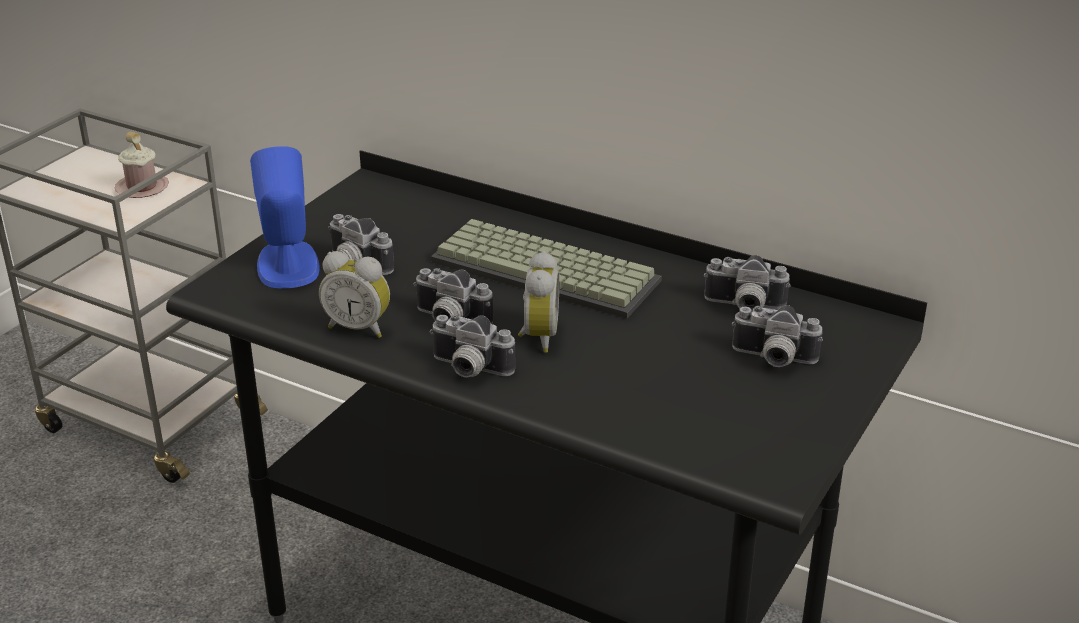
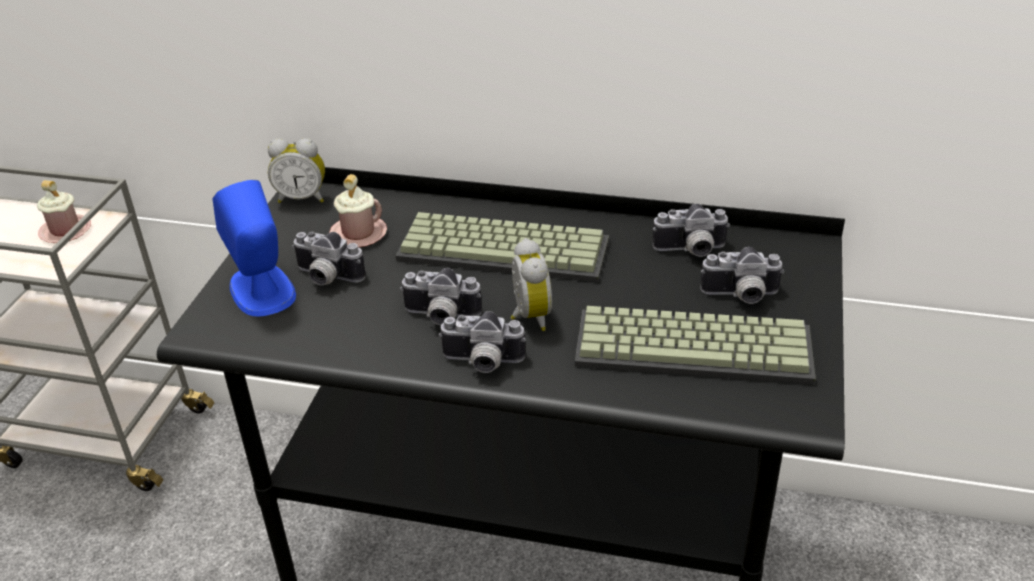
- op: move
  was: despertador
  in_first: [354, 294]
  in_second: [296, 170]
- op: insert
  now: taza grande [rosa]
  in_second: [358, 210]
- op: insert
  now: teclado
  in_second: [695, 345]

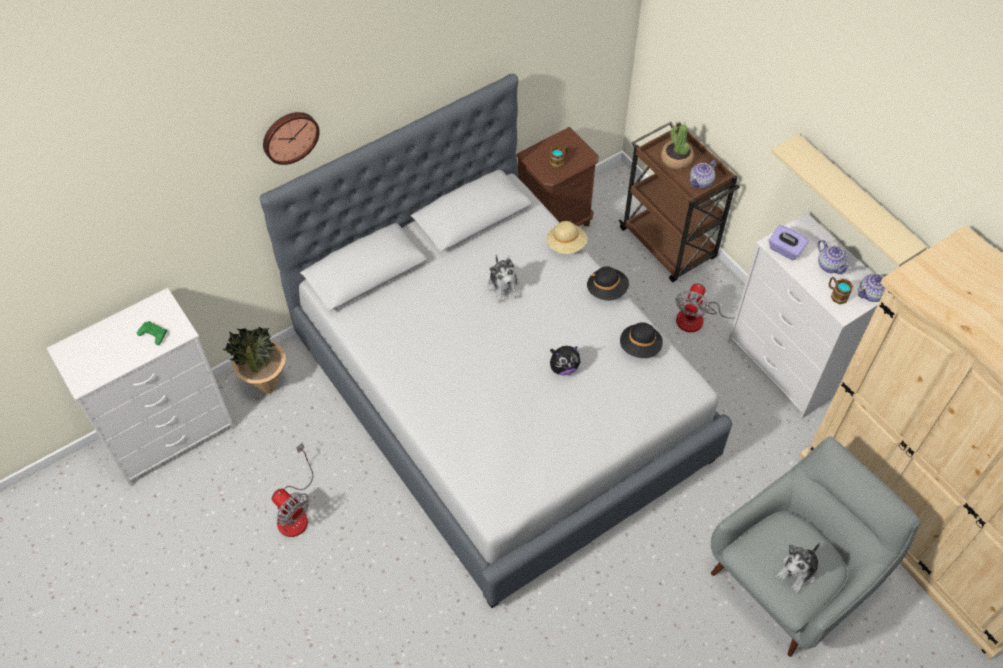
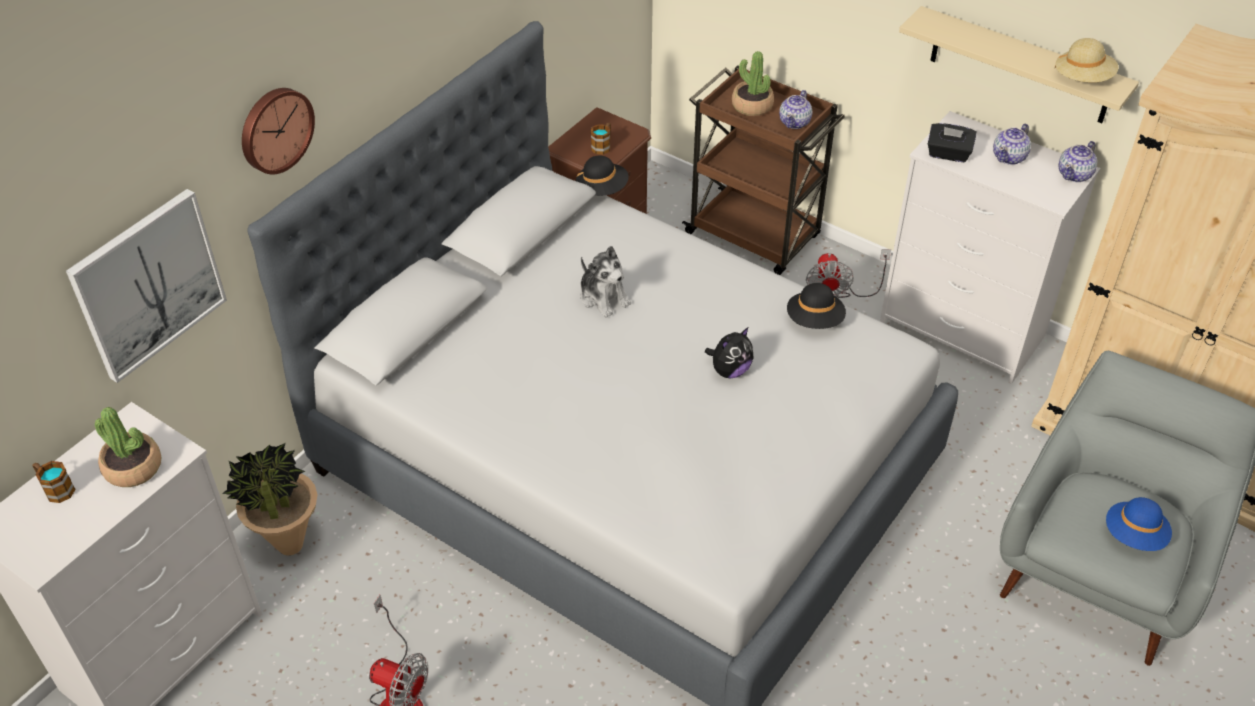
- op: replace
  was: mando de consola [verde]
  now: planta en maceta
  in_first: [152, 333]
  in_second: [128, 447]
- op: move
  was: sombrero [beis]
  in_first: [567, 237]
  in_second: [1087, 60]
- op: move
  was: sombrero [negro]
  in_first: [608, 283]
  in_second: [602, 175]
- op: recolor
  was: caja de pañuelos [morado]
  now: caja de pañuelos [negro]
  in_first: [789, 242]
  in_second: [952, 142]
- op: replace
  was: peluche
  now: sombrero [azul]
  in_first: [798, 568]
  in_second: [1139, 524]
- op: rotate
  was: tetera
  in_first: [834, 257]
  in_second: [1012, 144]
  clockwise: 90
- op: move
  was: taza grande
  in_first: [840, 290]
  in_second: [54, 482]
- op: insert
  now: cuadro
  in_second: [146, 286]

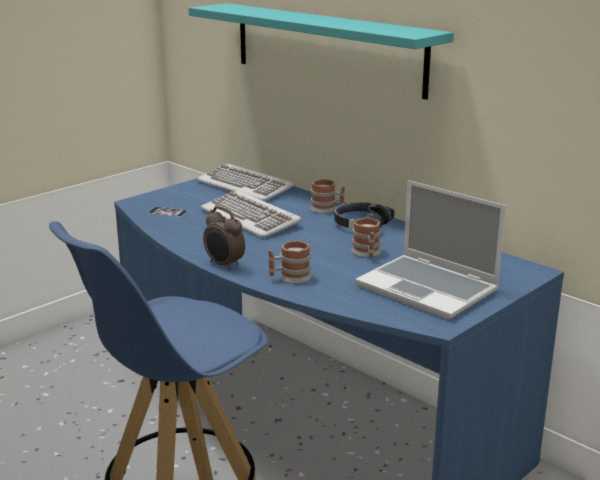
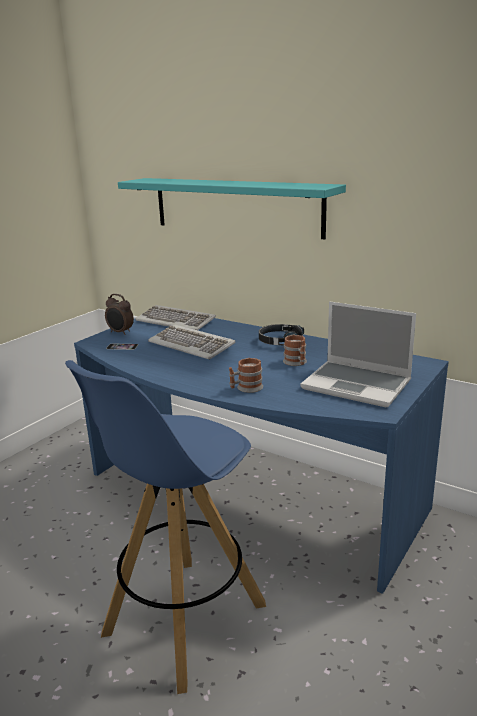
- op: move
  was: despertador
  in_first: [224, 238]
  in_second: [119, 314]
- op: delete
  was: taza grande
  in_first: [327, 196]

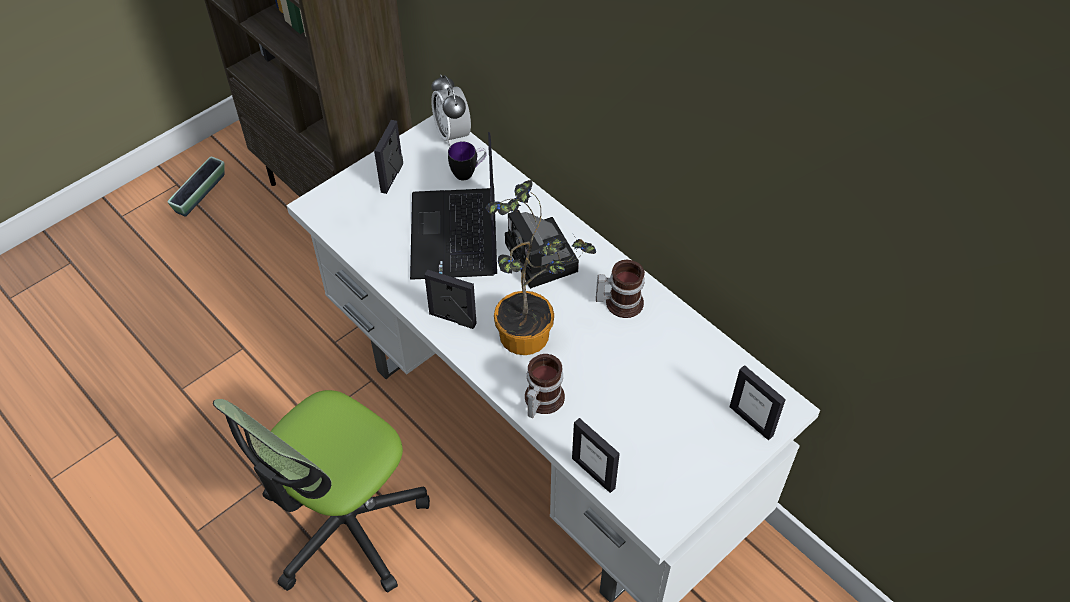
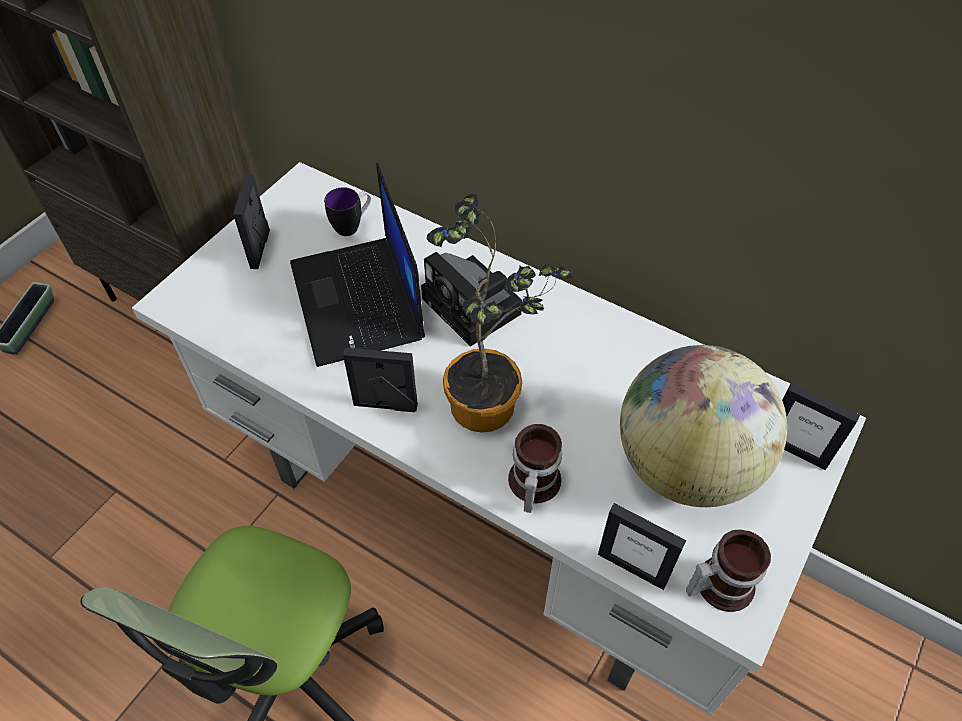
- op: delete
  was: despertador
  in_first: [451, 110]
- op: move
  was: taza grande
  in_first: [620, 289]
  in_second: [728, 571]
- op: insert
  now: globo terráqueo
  in_second: [703, 426]

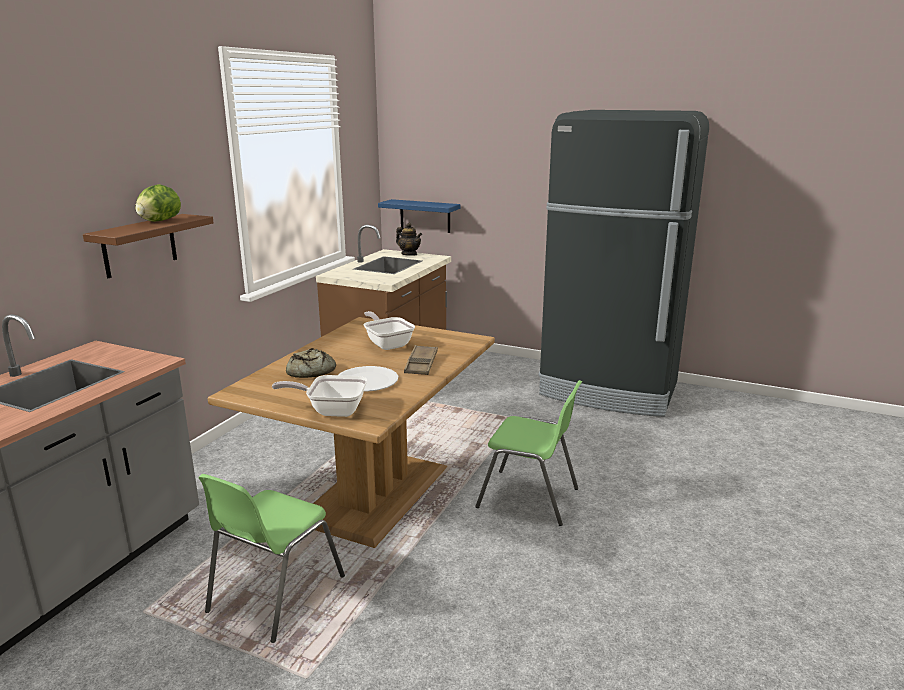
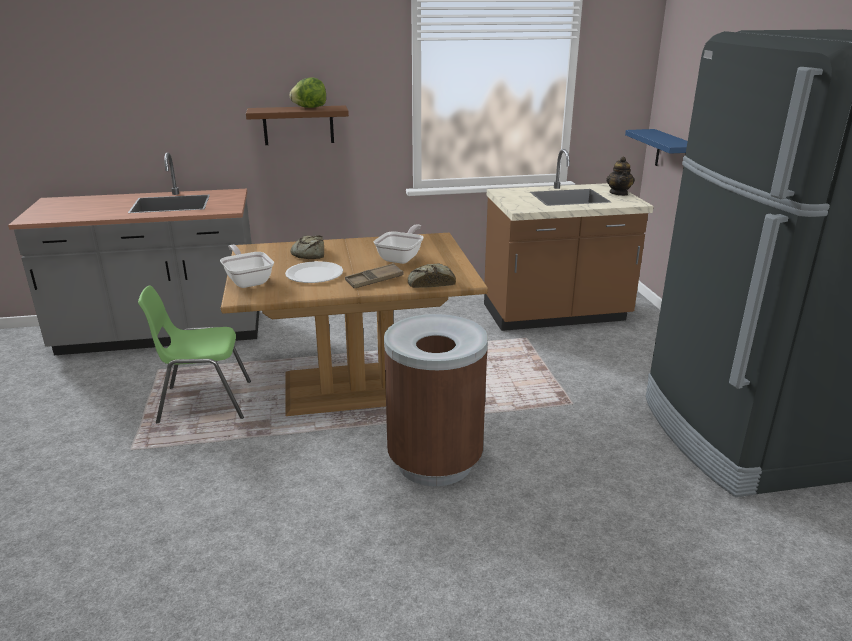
- op: replace
  was: silla [verde]
  now: papelera [marrón]
  in_first: [528, 453]
  in_second: [436, 400]
- op: insert
  now: pan
  in_second: [432, 275]

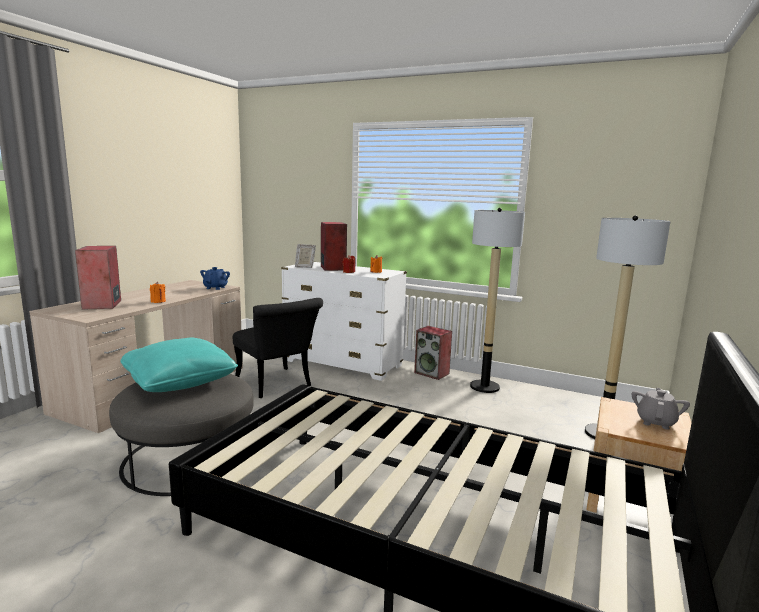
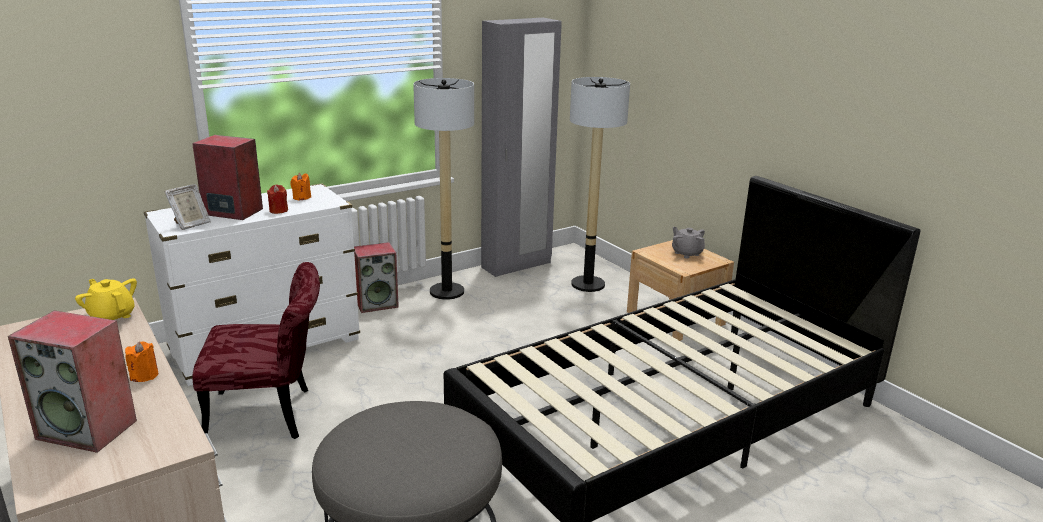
- op: delete
  was: cojín [turquesa]
  in_first: [179, 364]
- op: recolor
  was: tetera [azul]
  now: tetera [amarillo]
  in_first: [215, 278]
  in_second: [106, 299]
- op: recolor
  was: silla [negro]
  now: silla [rojo]
  in_first: [278, 348]
  in_second: [256, 350]
- op: insert
  now: armario ropero [gris]
  in_second: [521, 147]

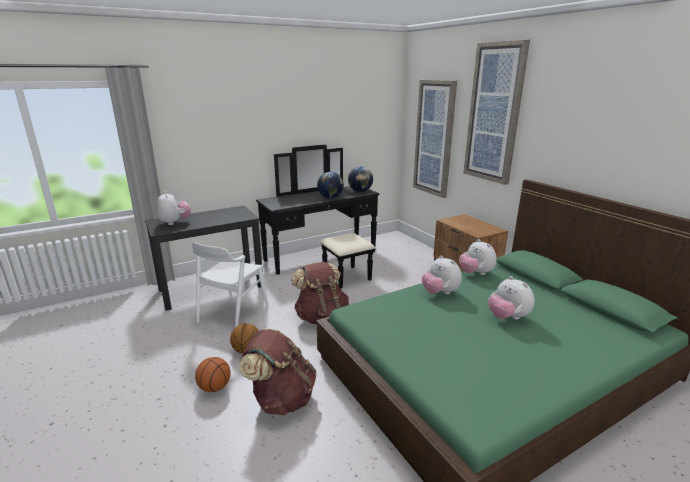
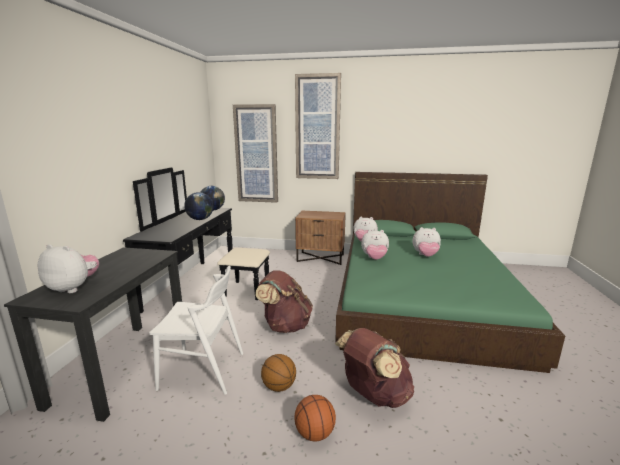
- op: rotate
  was: silla [blanco]
  in_first: [230, 285]
  in_second: [196, 330]
  clockwise: -60

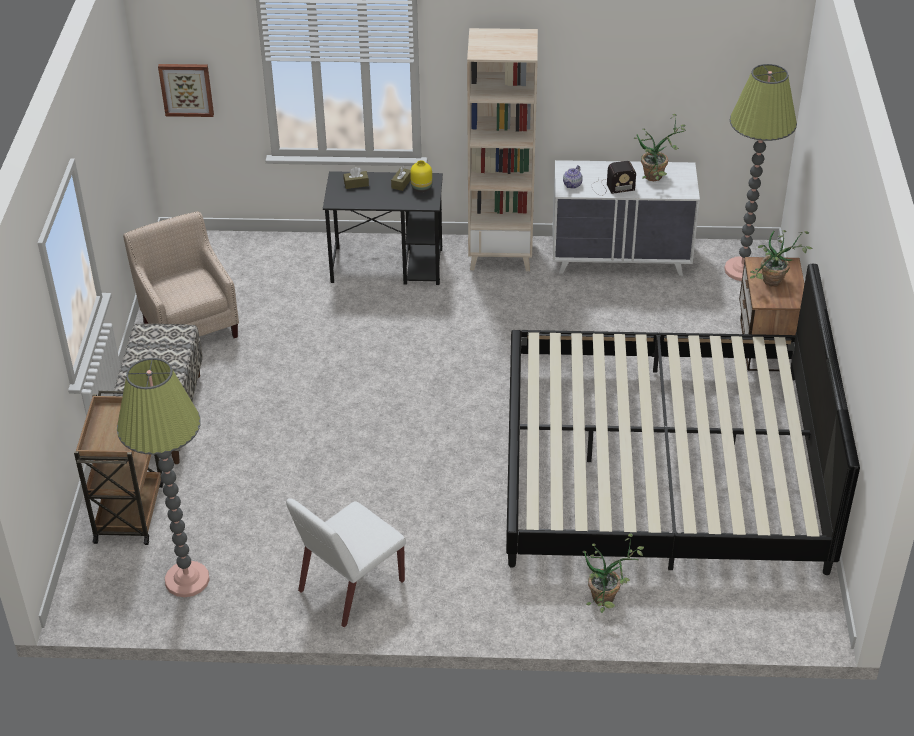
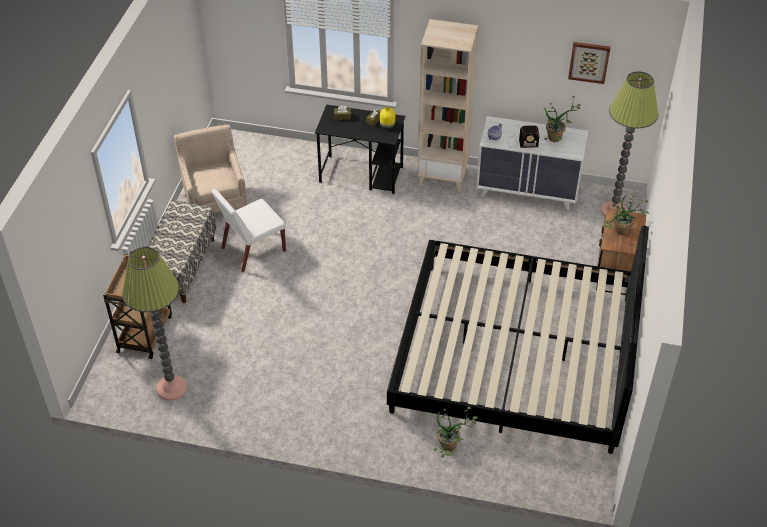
- op: move
  was: cuadro
  in_first: [186, 90]
  in_second: [589, 63]
- op: move
  was: silla [blanco]
  in_first: [346, 562]
  in_second: [249, 230]

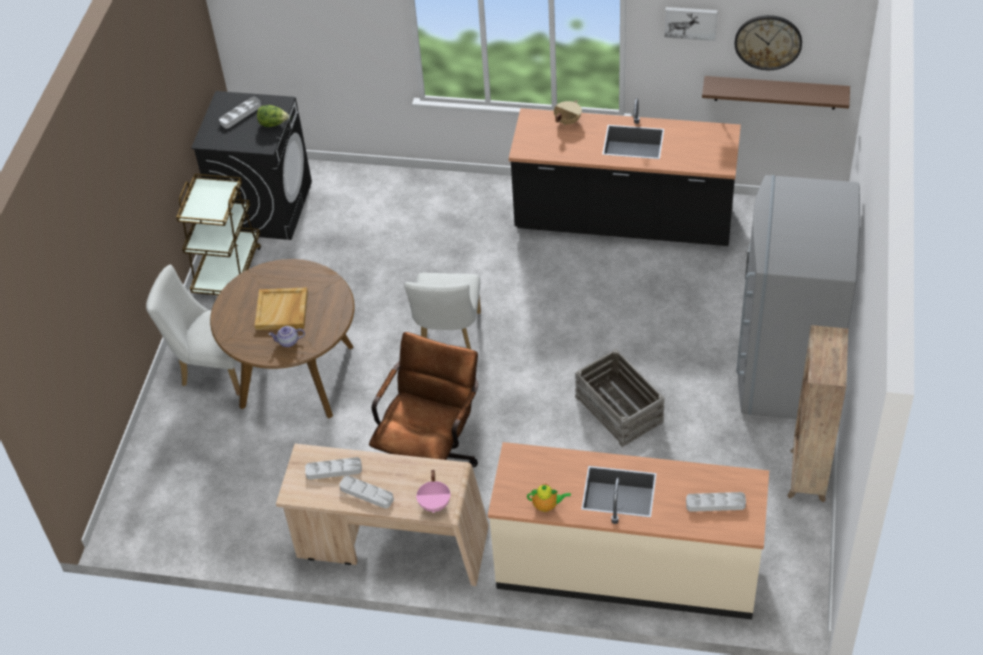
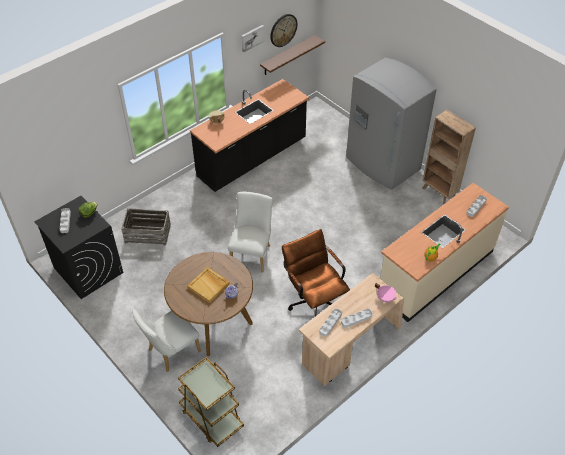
- op: move
  was: carrito [marrón]
  in_first: [218, 234]
  in_second: [211, 402]
- op: rotate
  was: silla [blanco]
  in_first: [442, 311]
  in_second: [250, 232]
  clockwise: -120
- op: move
  was: caja de embalaje
  in_first: [620, 398]
  in_second: [146, 226]

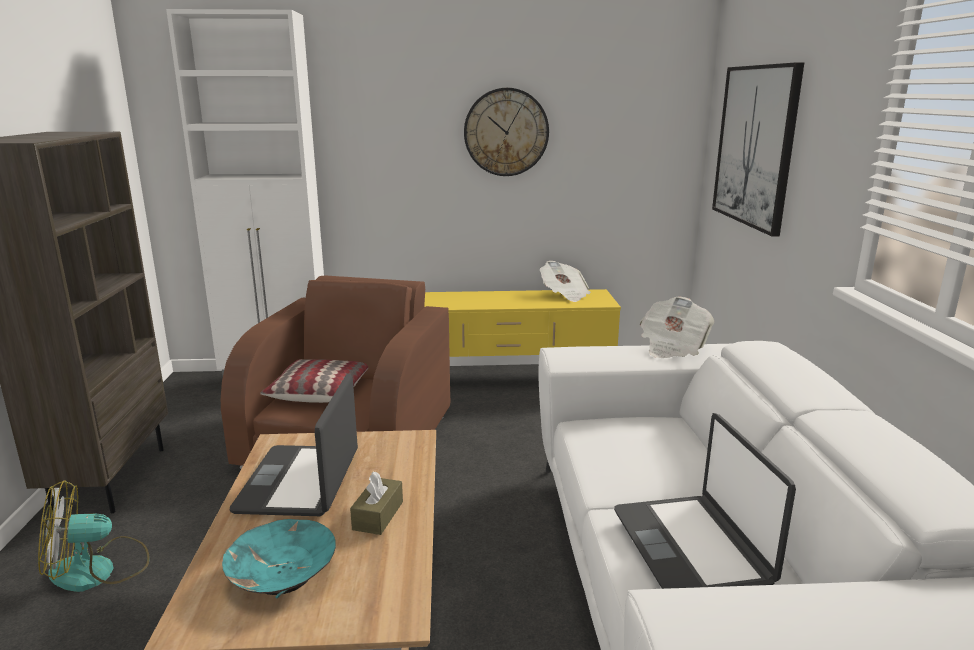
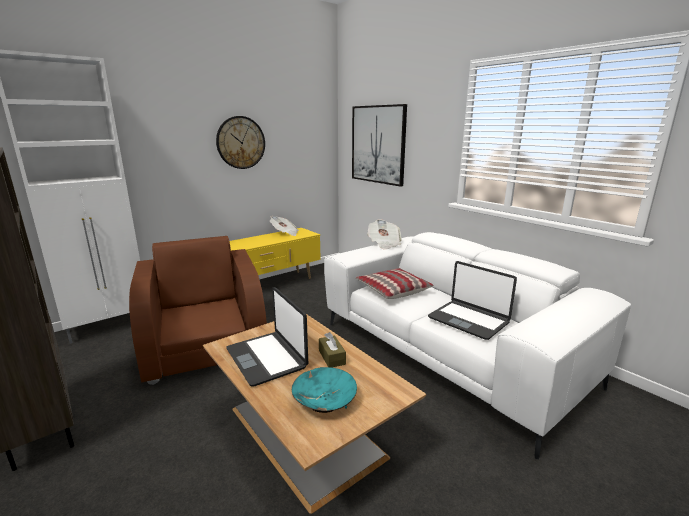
- op: delete
  was: ventilador
  in_first: [94, 536]
- op: move
  was: cojín
  in_first: [314, 381]
  in_second: [395, 283]

